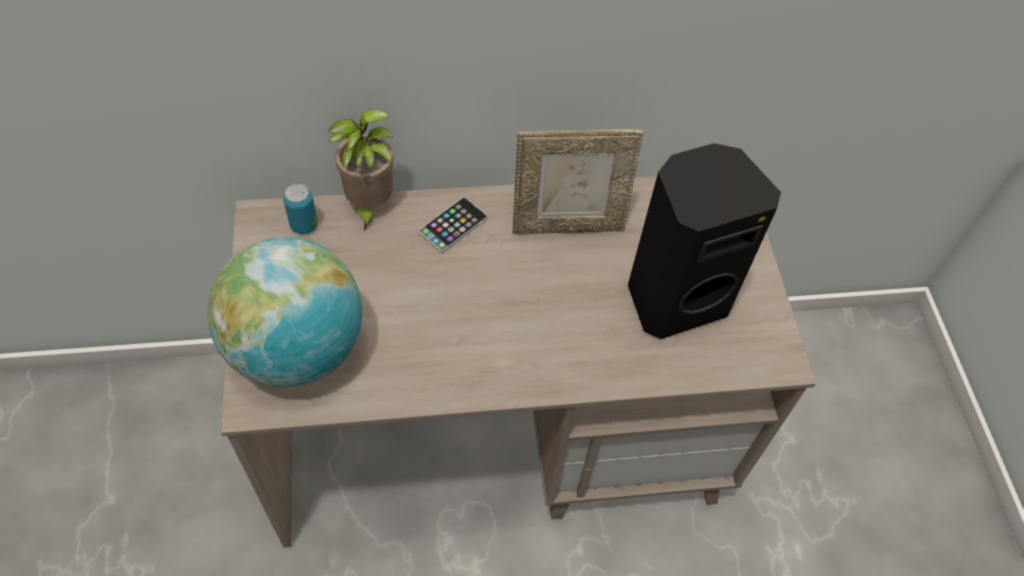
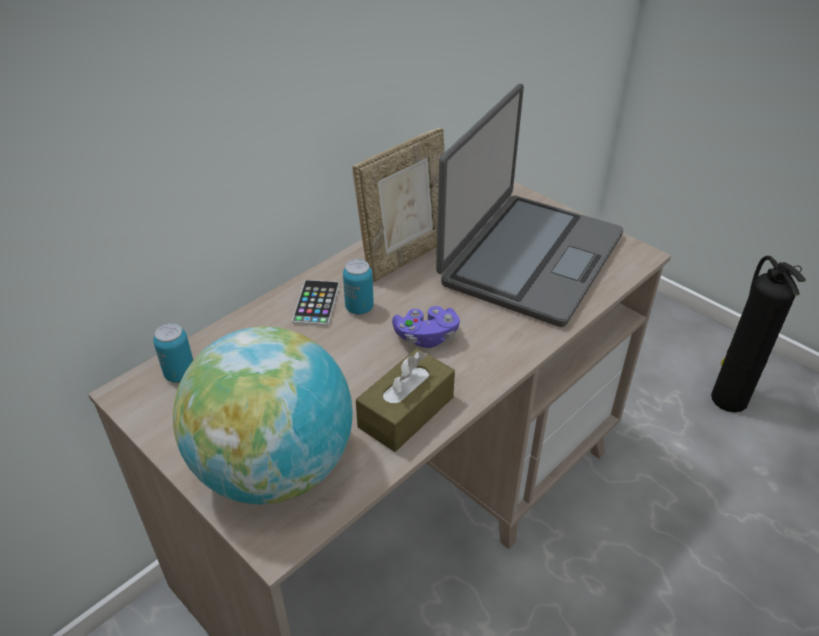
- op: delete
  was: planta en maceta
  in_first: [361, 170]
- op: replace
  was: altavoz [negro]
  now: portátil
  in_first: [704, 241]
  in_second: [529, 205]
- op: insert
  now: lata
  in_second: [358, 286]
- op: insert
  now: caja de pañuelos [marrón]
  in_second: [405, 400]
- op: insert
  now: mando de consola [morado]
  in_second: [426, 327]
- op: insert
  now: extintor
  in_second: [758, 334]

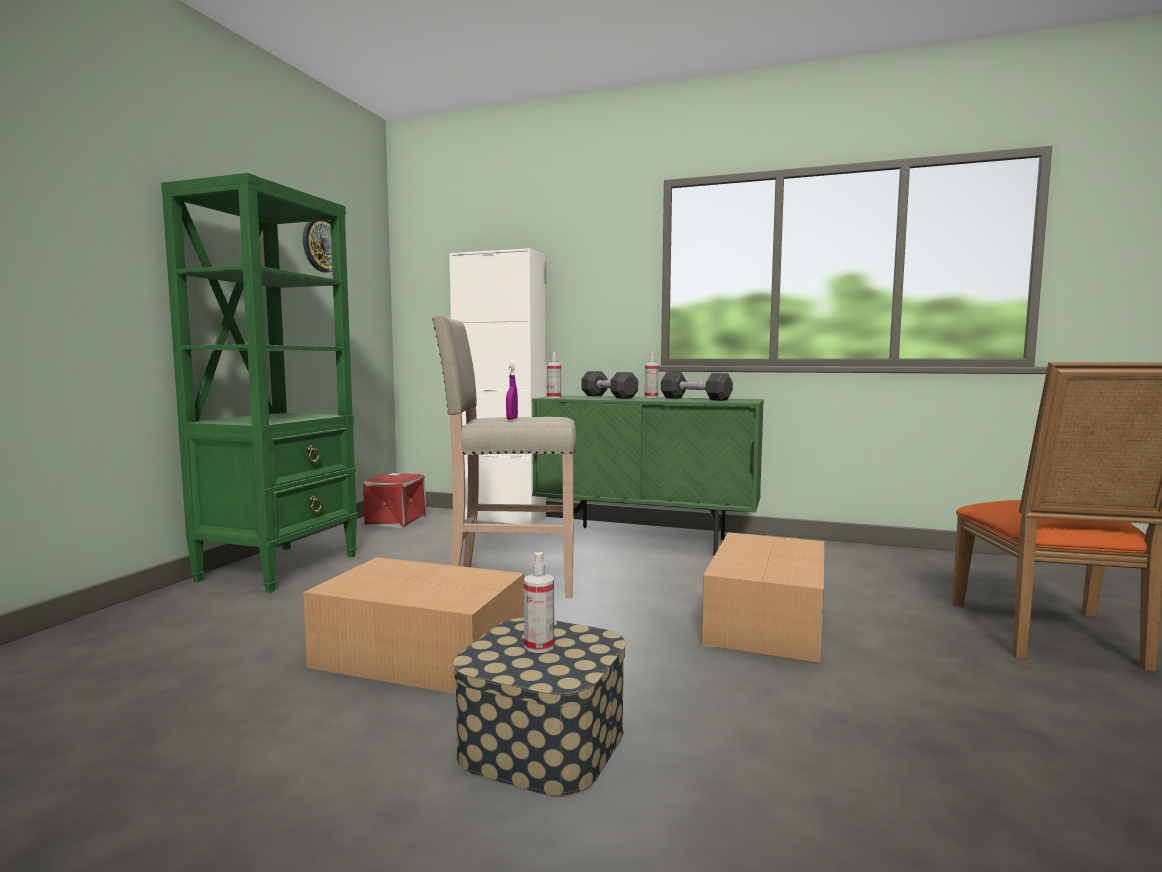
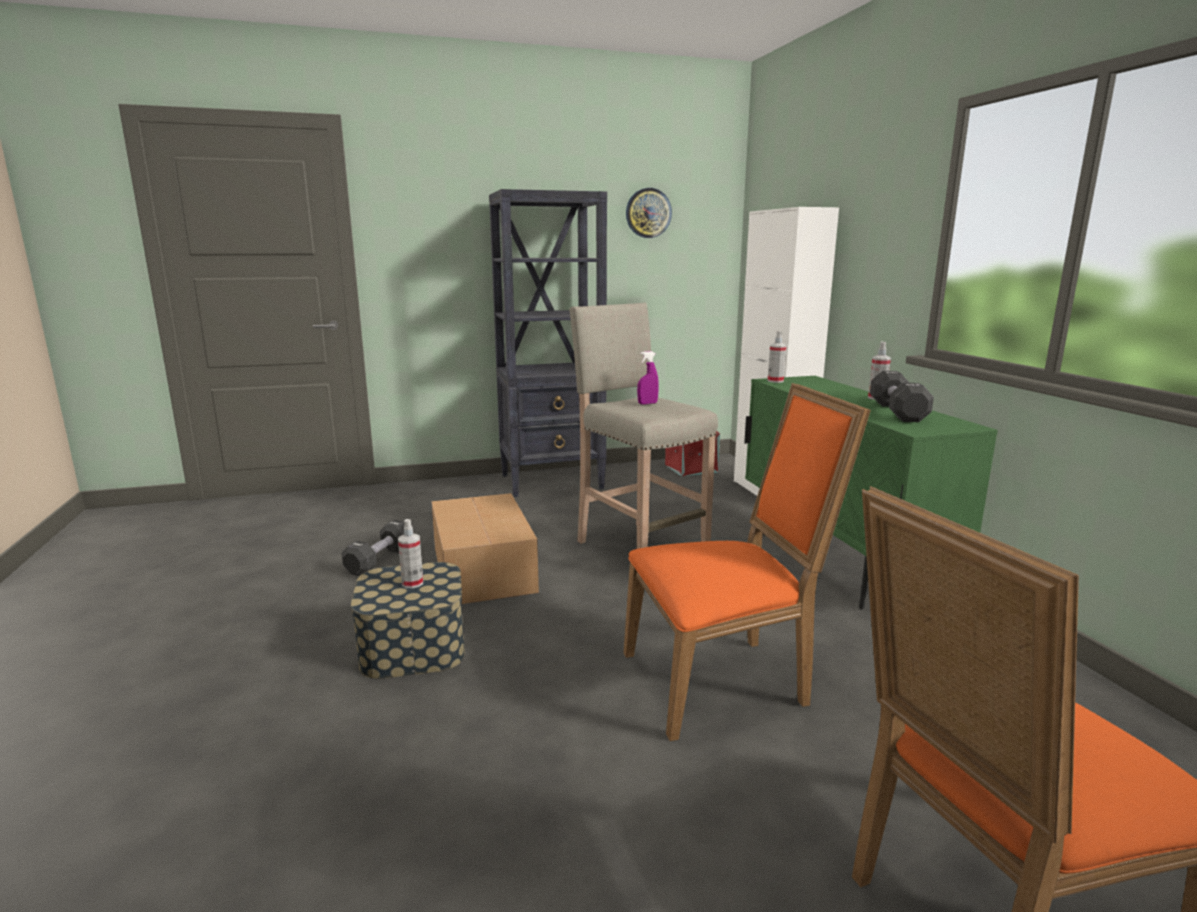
- op: recolor
  was: estantería [verde]
  now: estantería [negro]
  in_first: [259, 383]
  in_second: [548, 343]
- op: move
  was: mancuerna [negro]
  in_first: [610, 385]
  in_second: [373, 548]
- op: replace
  was: caja de cartón
  now: silla [naranja]
  in_first: [763, 598]
  in_second: [747, 562]

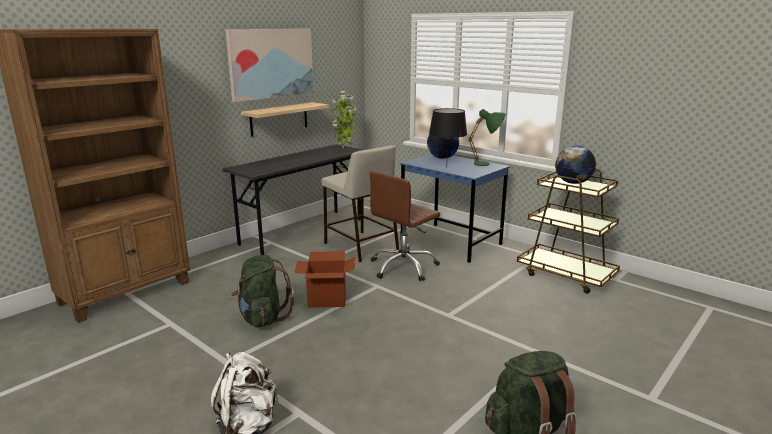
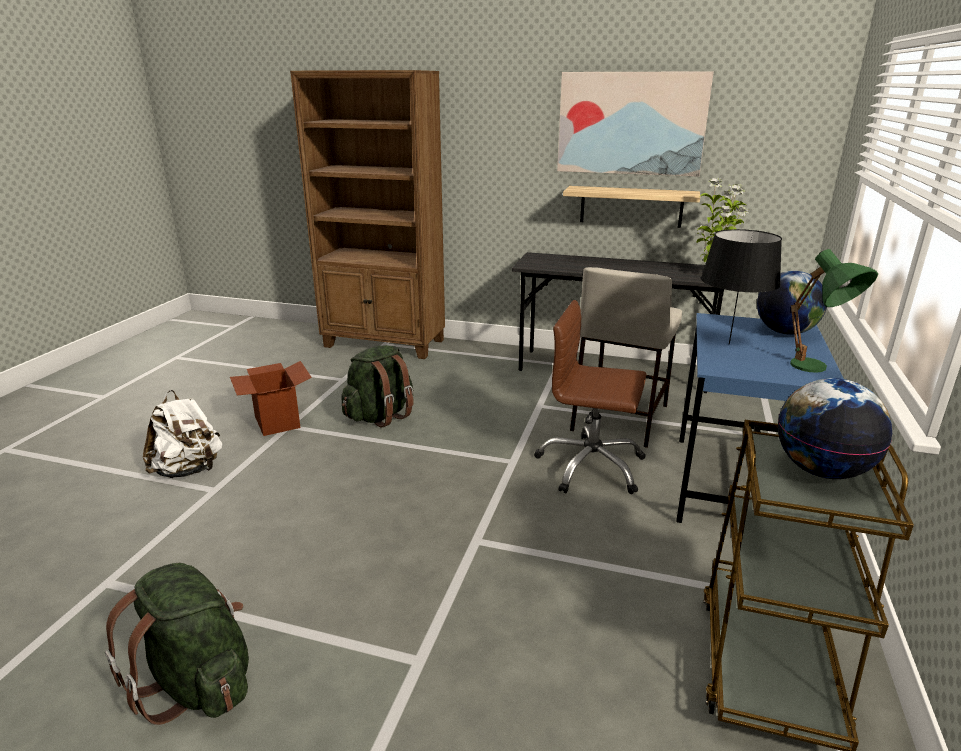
- op: move
  was: caja de cartón
  in_first: [324, 279]
  in_second: [271, 398]

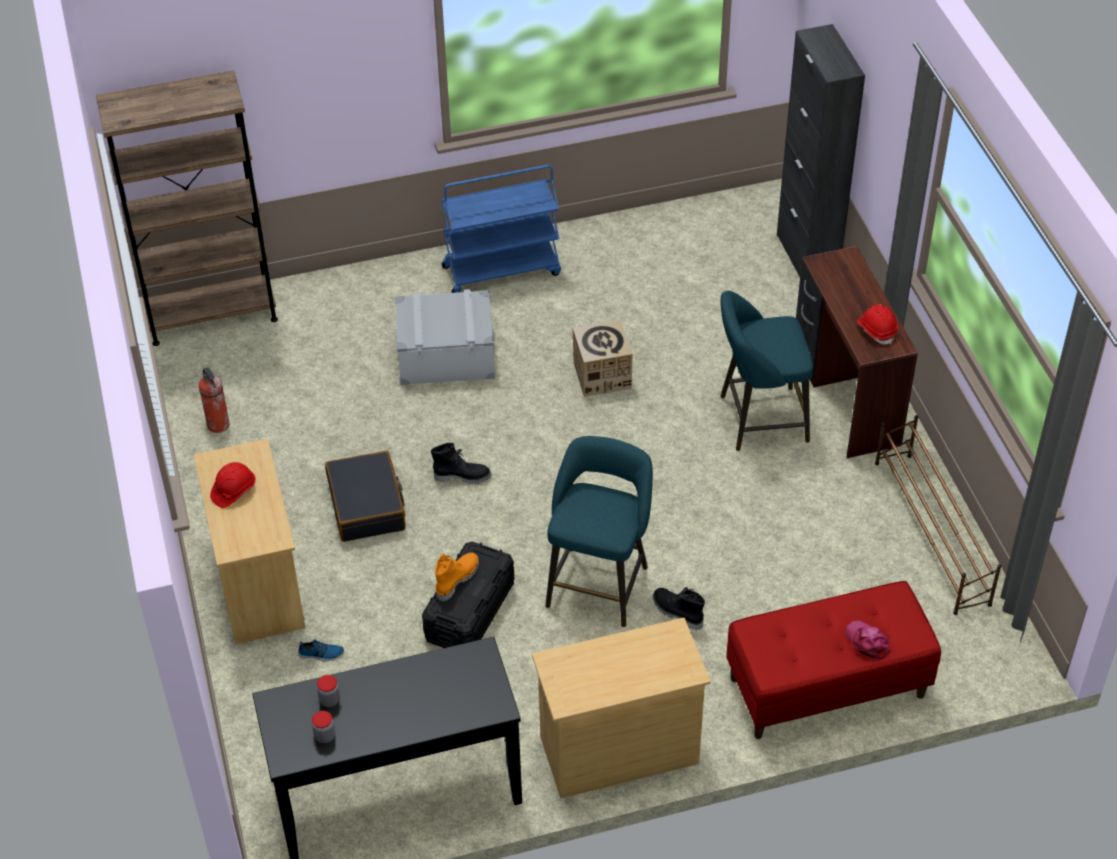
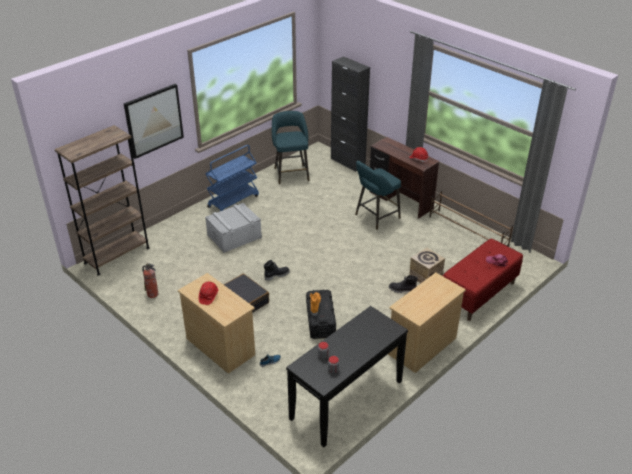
- op: move
  was: taburete [turquesa]
  in_first: [599, 531]
  in_second: [290, 148]
- op: move
  was: caja de cartón
  in_first: [602, 358]
  in_second: [427, 265]
- op: insert
  now: cuadro
  in_second: [154, 121]

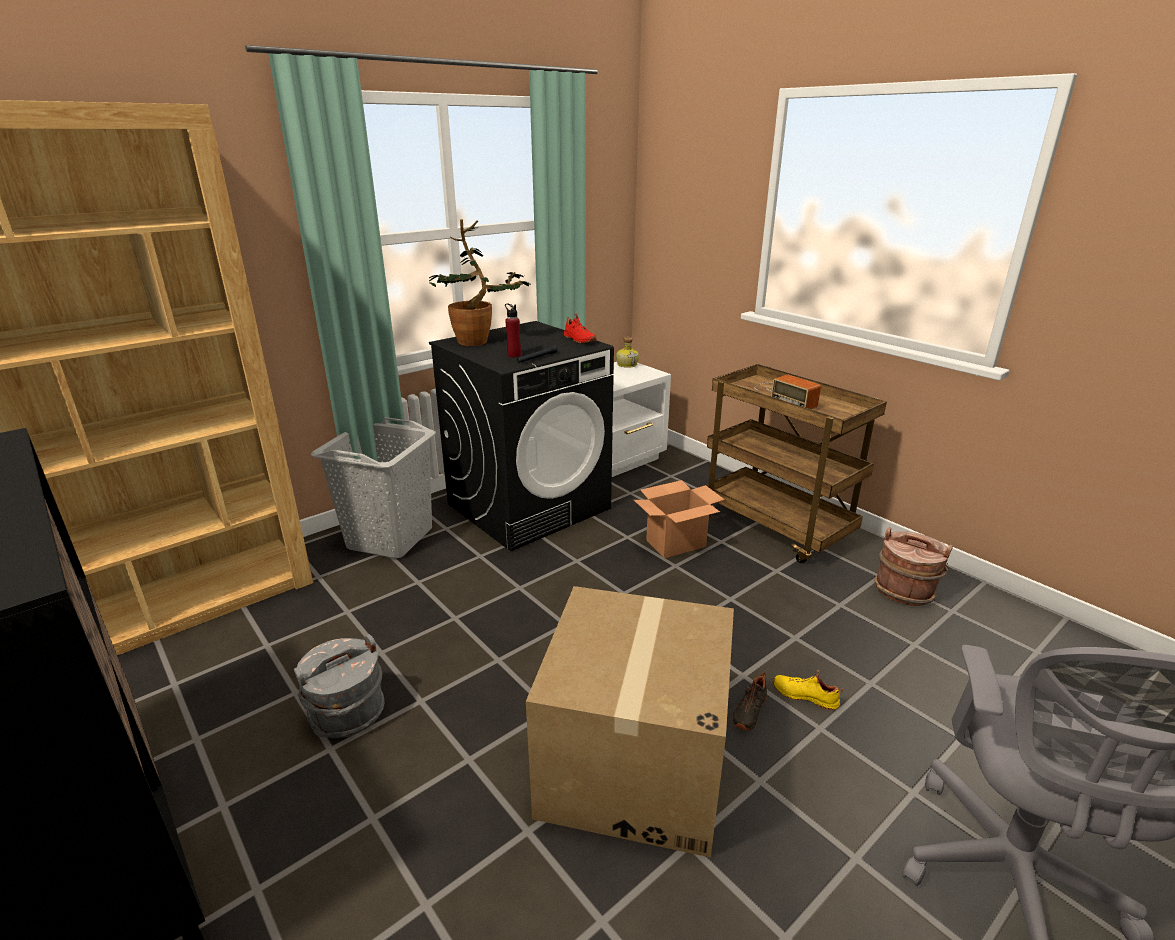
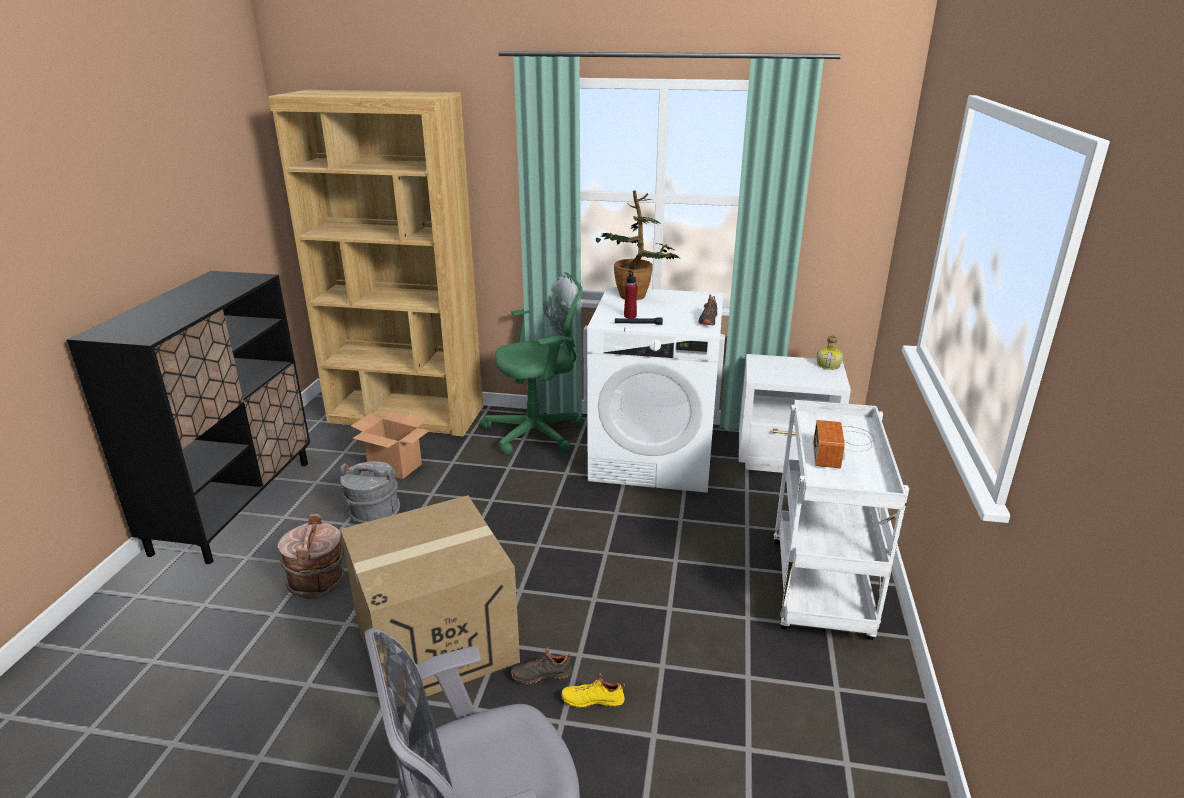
- op: replace
  was: cesto de la ropa [gris]
  now: silla de oficina [verde]
  in_first: [373, 488]
  in_second: [532, 363]
- op: recolor
  was: lavadora [negro]
  now: lavadora [blanco]
  in_first: [521, 436]
  in_second: [655, 390]
- op: recolor
  was: zapato [rojo]
  now: zapato [negro]
  in_first: [580, 328]
  in_second: [708, 310]
- op: move
  was: caja de cartón
  in_first: [679, 519]
  in_second: [390, 445]
- op: recolor
  was: carrito [marrón]
  now: carrito [blanco]
  in_first: [795, 464]
  in_second: [841, 520]
- op: rotate
  was: zapato [amarillo]
  in_first: [808, 690]
  in_second: [593, 690]
  clockwise: -75
- op: move
  was: cubo [marrón]
  in_first: [914, 566]
  in_second: [310, 556]

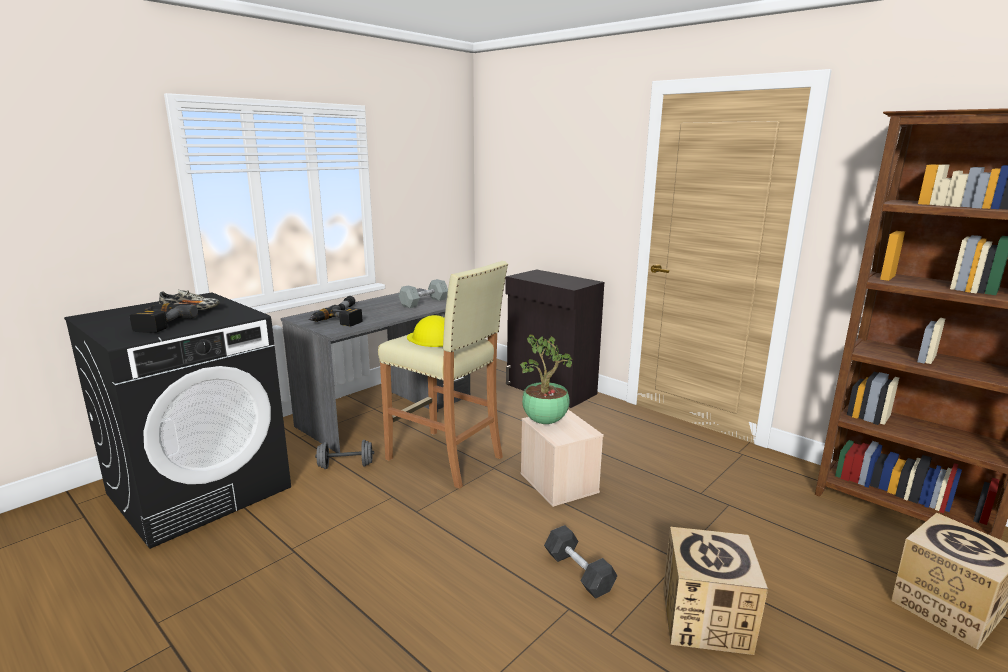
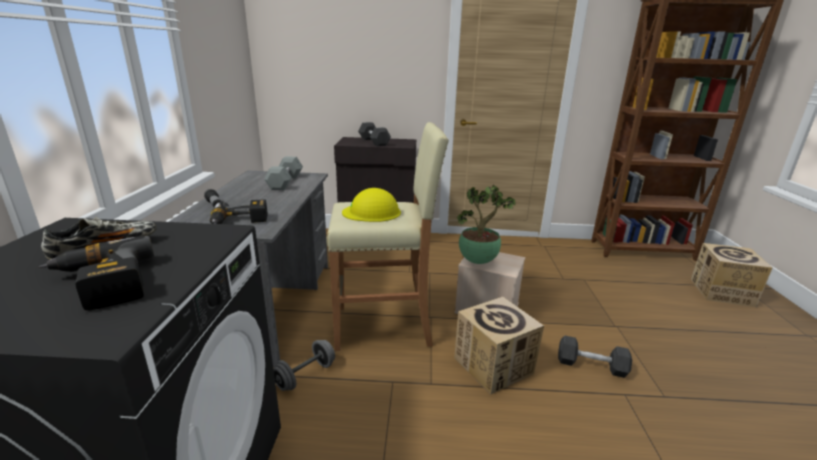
- op: move
  was: caja de cartón
  in_first: [715, 591]
  in_second: [499, 345]
- op: insert
  now: mancuerna [gris]
  in_second: [374, 134]

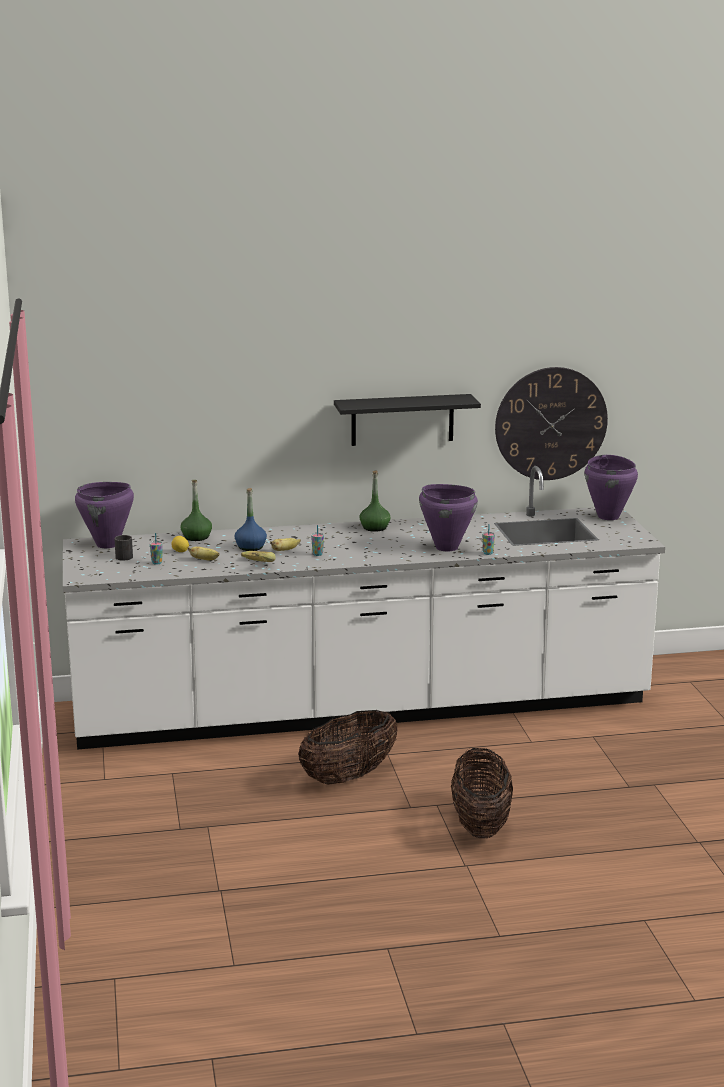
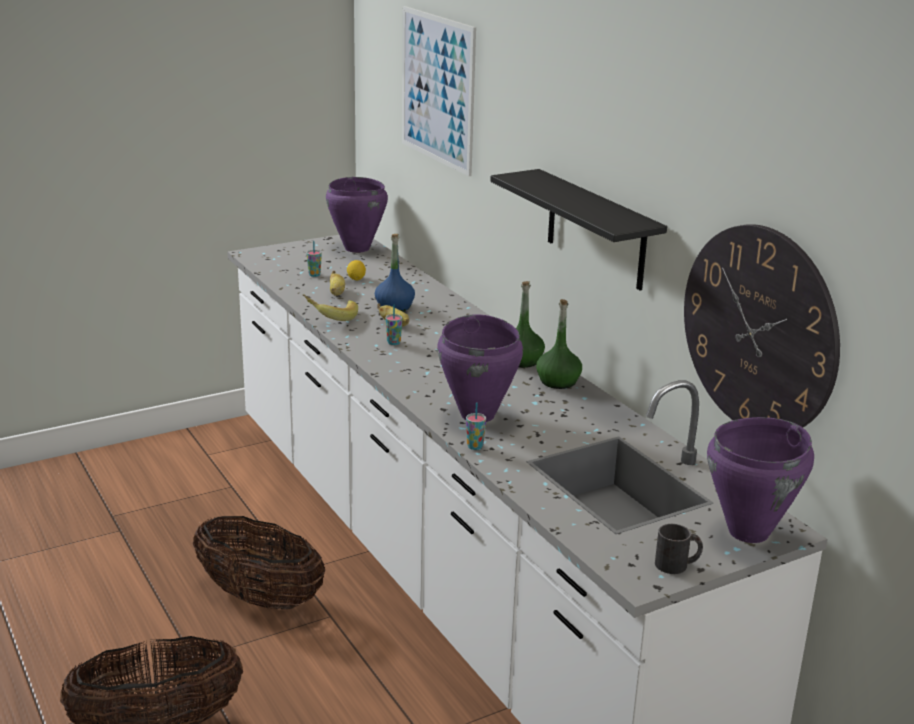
- op: move
  was: taza grande [negro]
  in_first: [123, 548]
  in_second: [679, 549]
- op: move
  was: botella [verde]
  in_first: [196, 510]
  in_second: [559, 344]
- op: insert
  now: cuadro
  in_second: [439, 91]

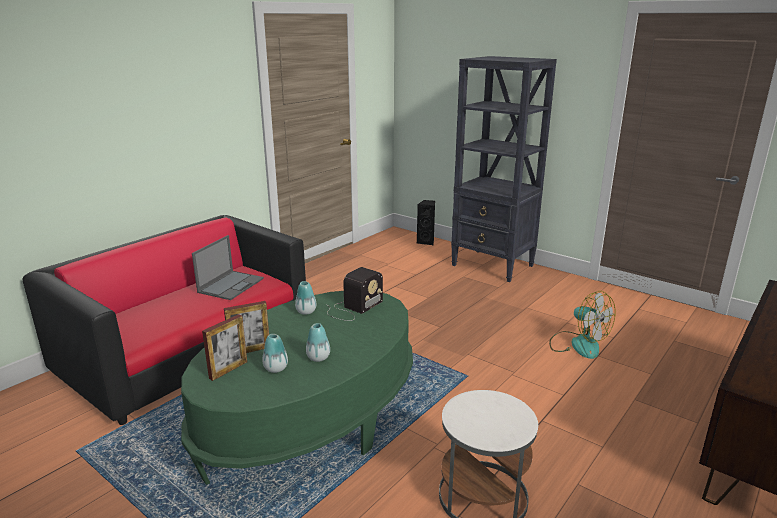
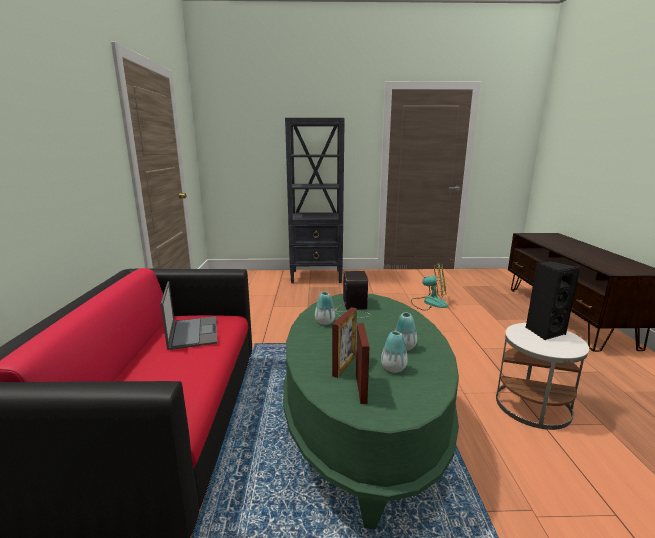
- op: move
  was: altavoz [negro]
  in_first: [425, 222]
  in_second: [553, 300]

